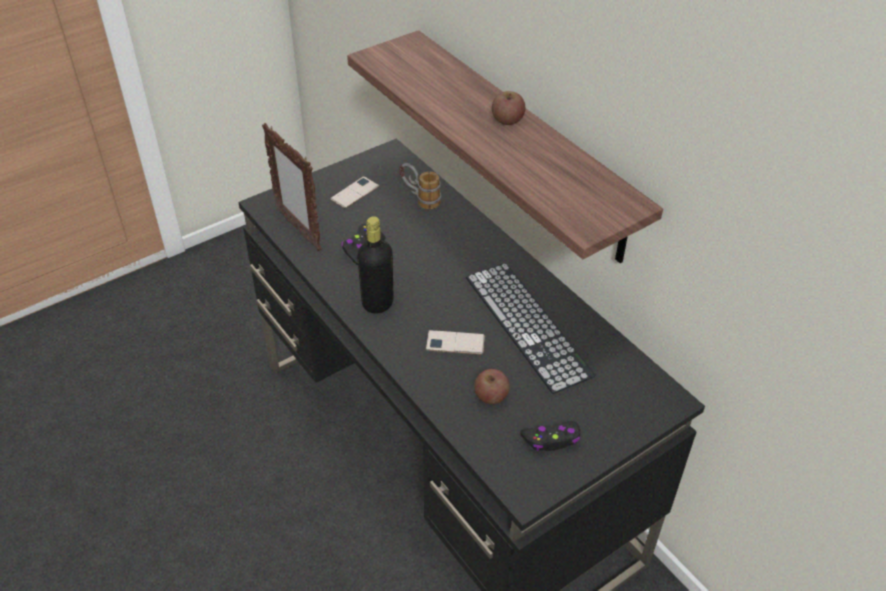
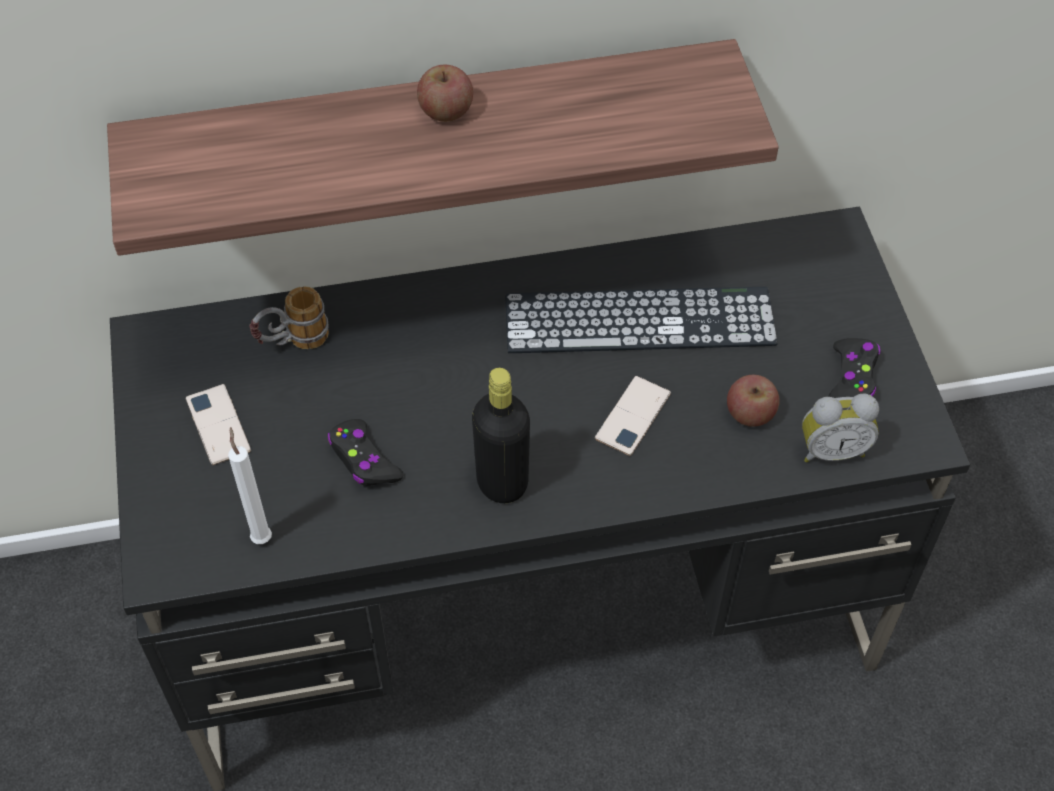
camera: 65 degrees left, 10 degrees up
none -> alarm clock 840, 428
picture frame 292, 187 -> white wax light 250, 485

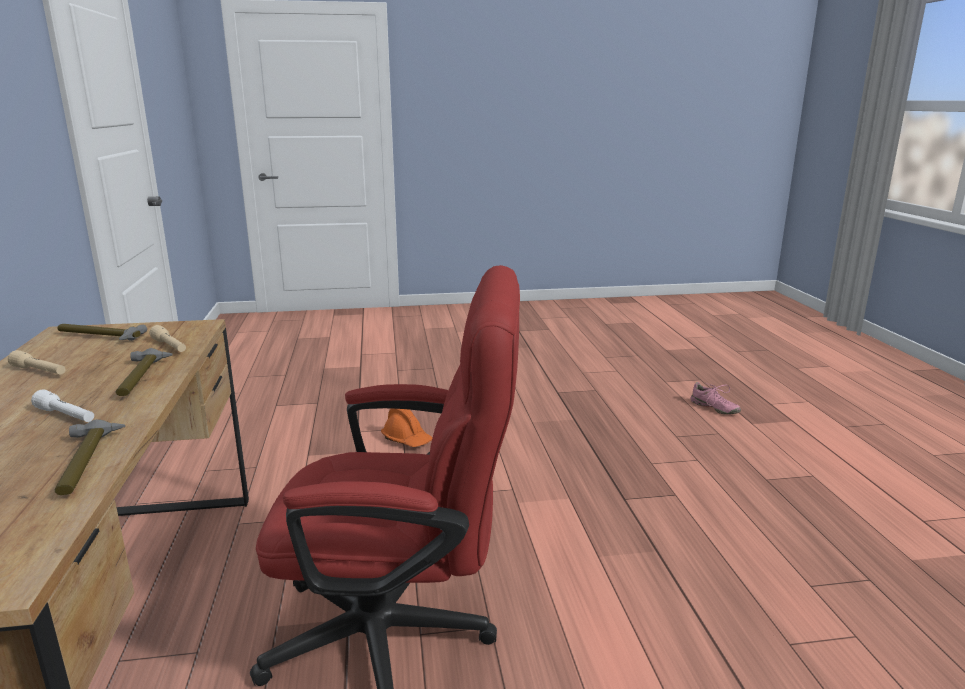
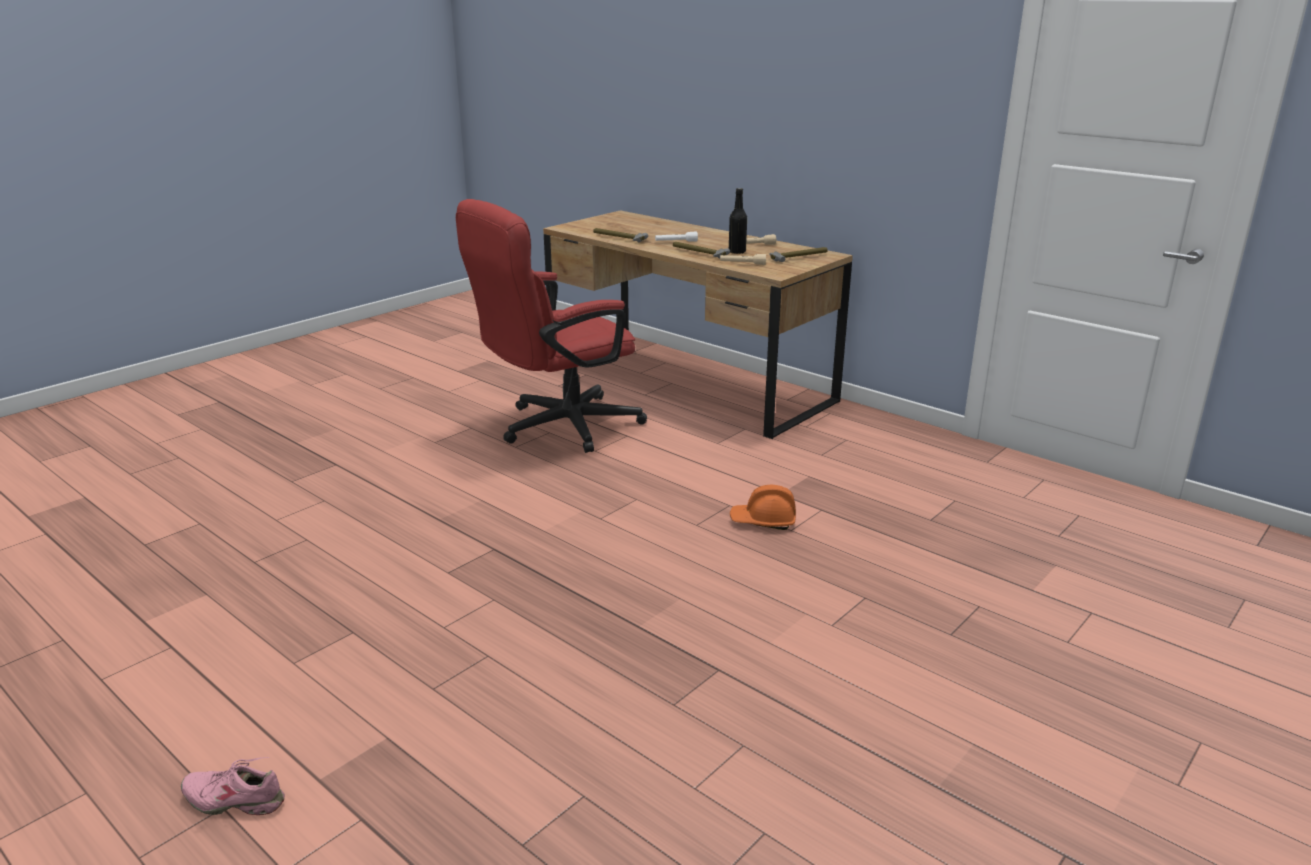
camera: 140 degrees right, 5 degrees up
none -> blackish bottle 738, 221
pink low shoe 716, 398 -> pink low shoe 233, 786, shifted

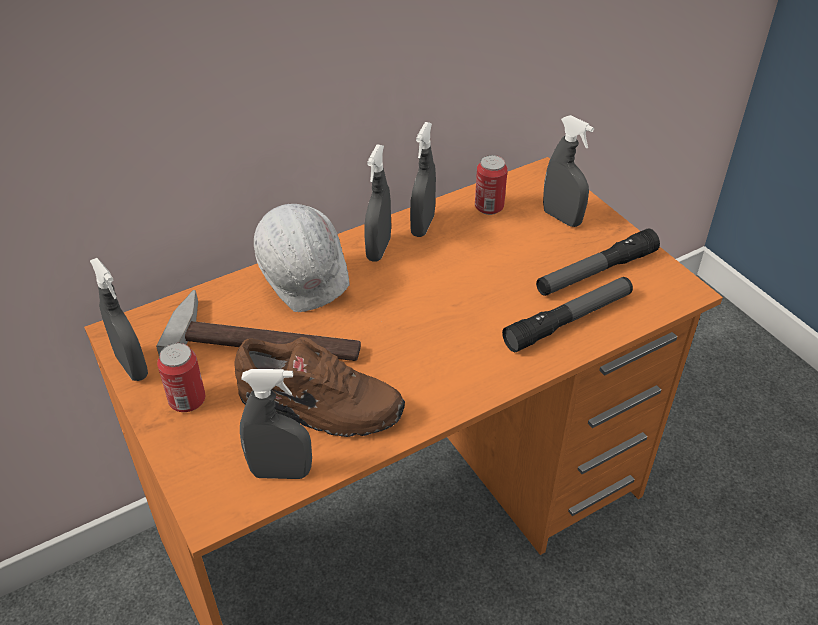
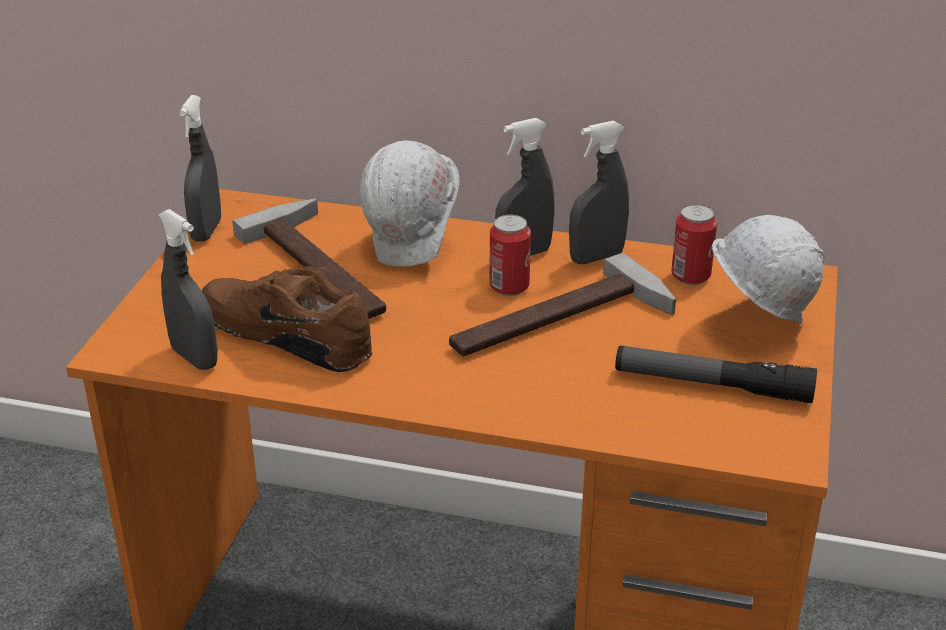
camera: 45 degrees right, 10 degrees down
torch 567, 314 -> none
none -> hand hammer 562, 304
can 181, 377 -> can 510, 255, shifted
gray spray bottle 568, 171 -> white work helmet 768, 271
brown-coloured low shoe 319, 387 -> brown-coloured low shoe 287, 319, 150 degrees clockwise

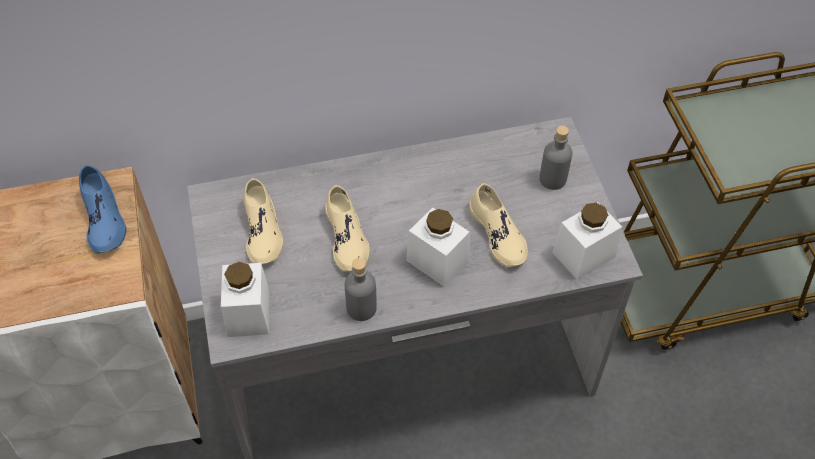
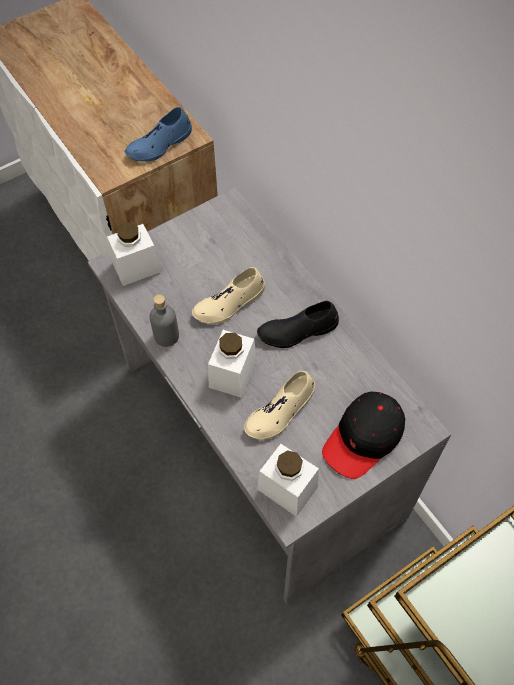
camera: 70 degrees right, 5 degrees up
beige low shoe 264, 221 -> none
none -> blackish low shoe 298, 324
gray bottle 555, 158 -> blackish cap 363, 435

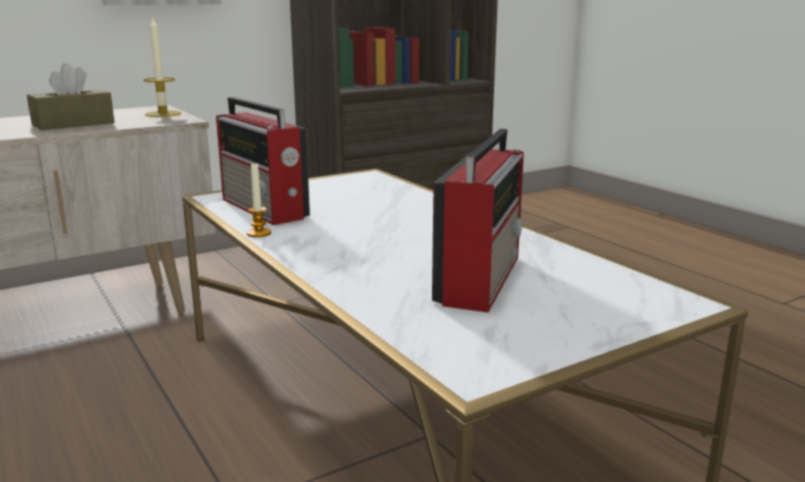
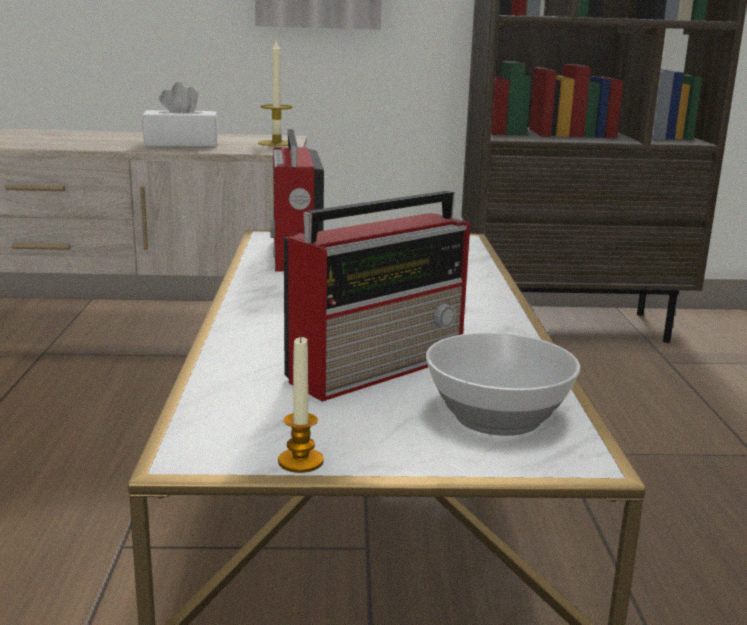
camera: 30 degrees right, 0 degrees up
none -> serving bowl 503, 384
wax light 259, 199 -> wax light 301, 404, shifted
brown-coloured tissue holder 70, 96 -> white tissue holder 180, 114

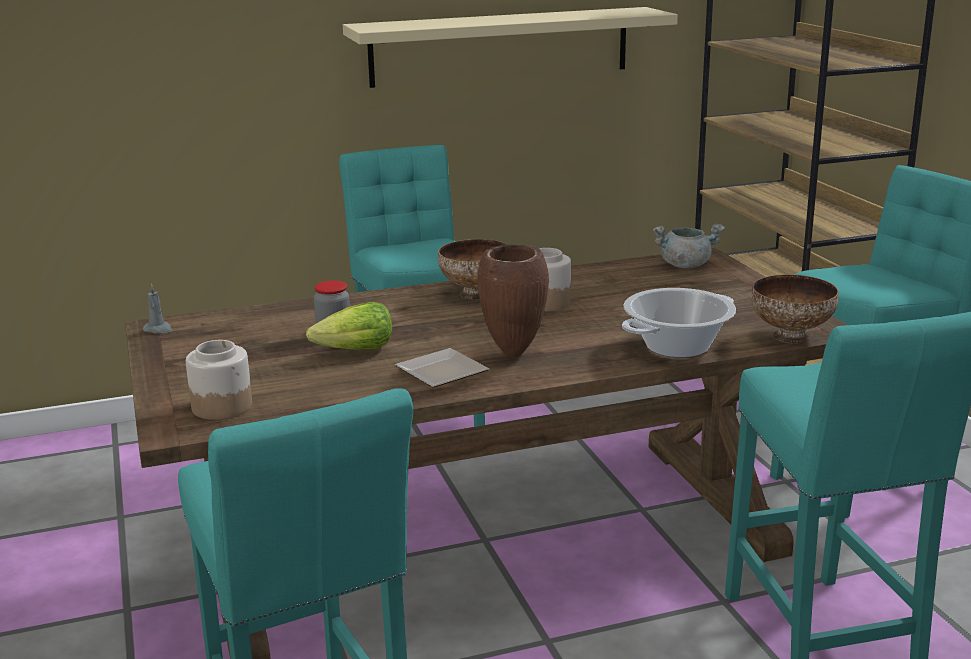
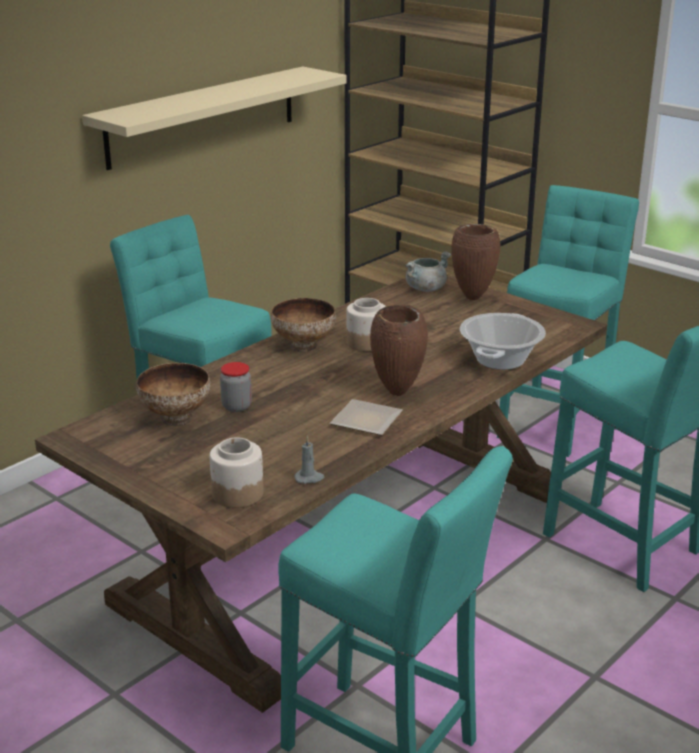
camera: 30 degrees left, 5 degrees up
lettuce 349, 326 -> none
none -> brown-coloured vase 475, 262
gray wax light 158, 308 -> gray wax light 309, 460, shifted
serving bowl 795, 309 -> serving bowl 173, 394, shifted

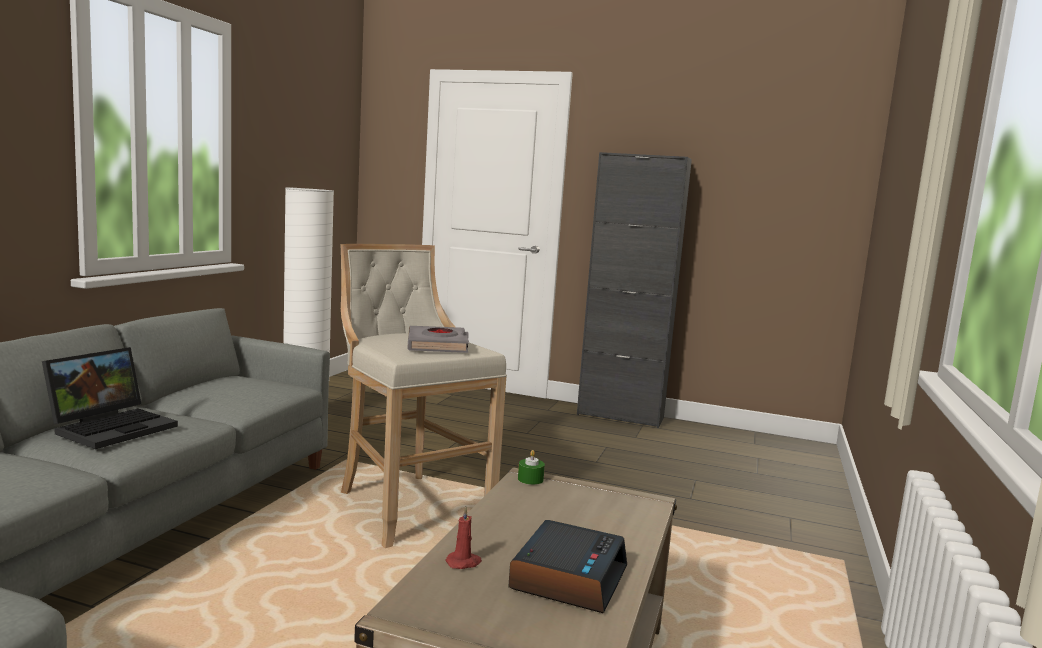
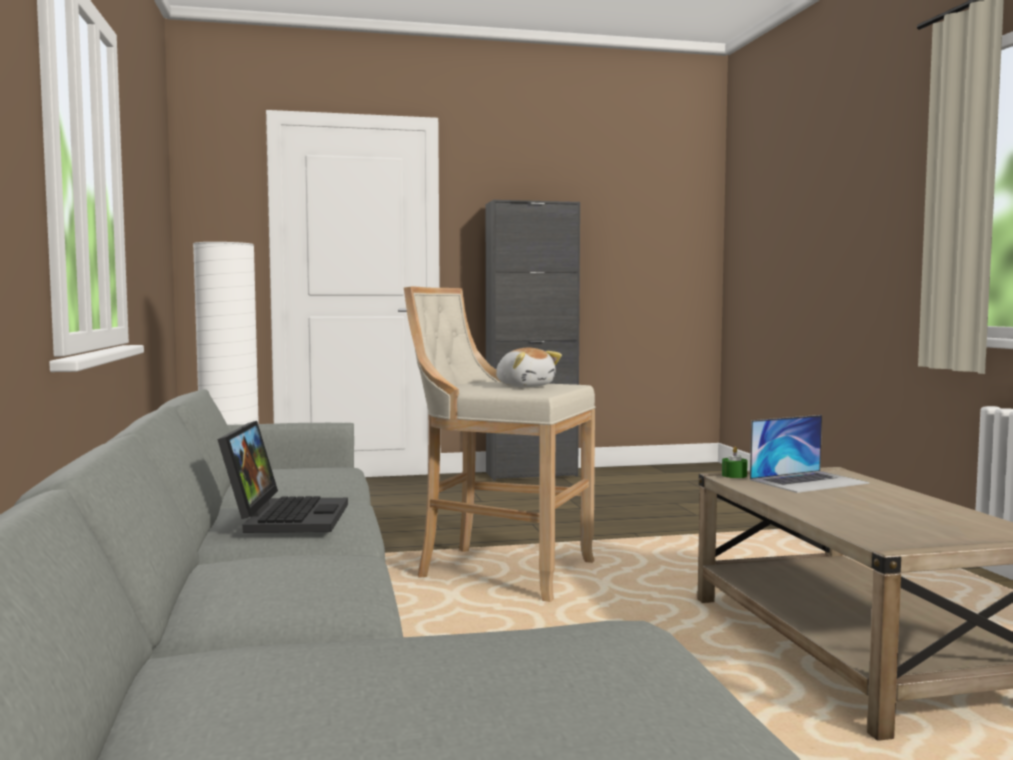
camera: 30 degrees left, 5 degrees down
red wax light 463, 538 -> none
alarm clock 567, 566 -> none
none -> laptop 810, 454
gray book 438, 339 -> plush toy 529, 367

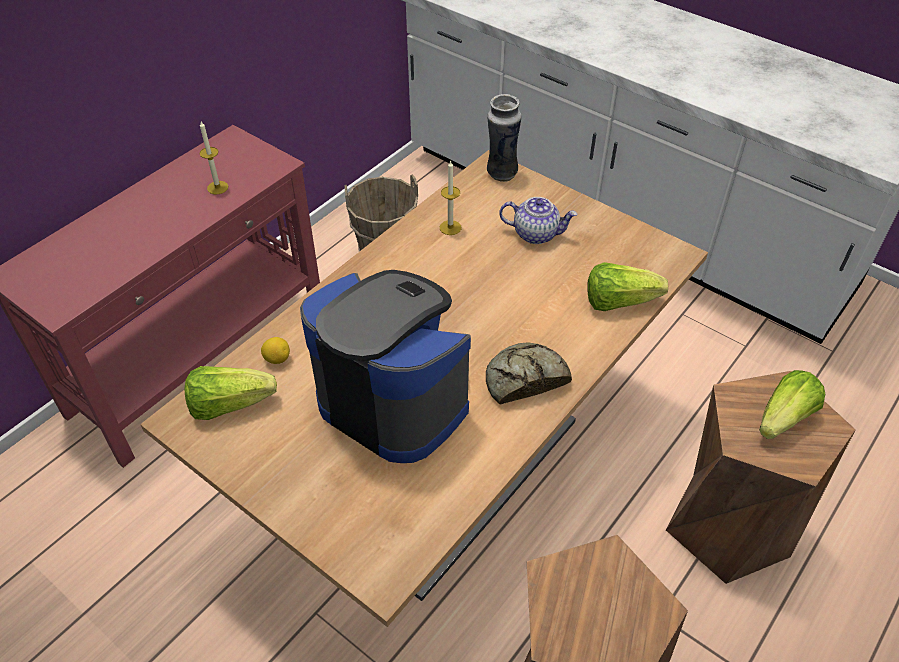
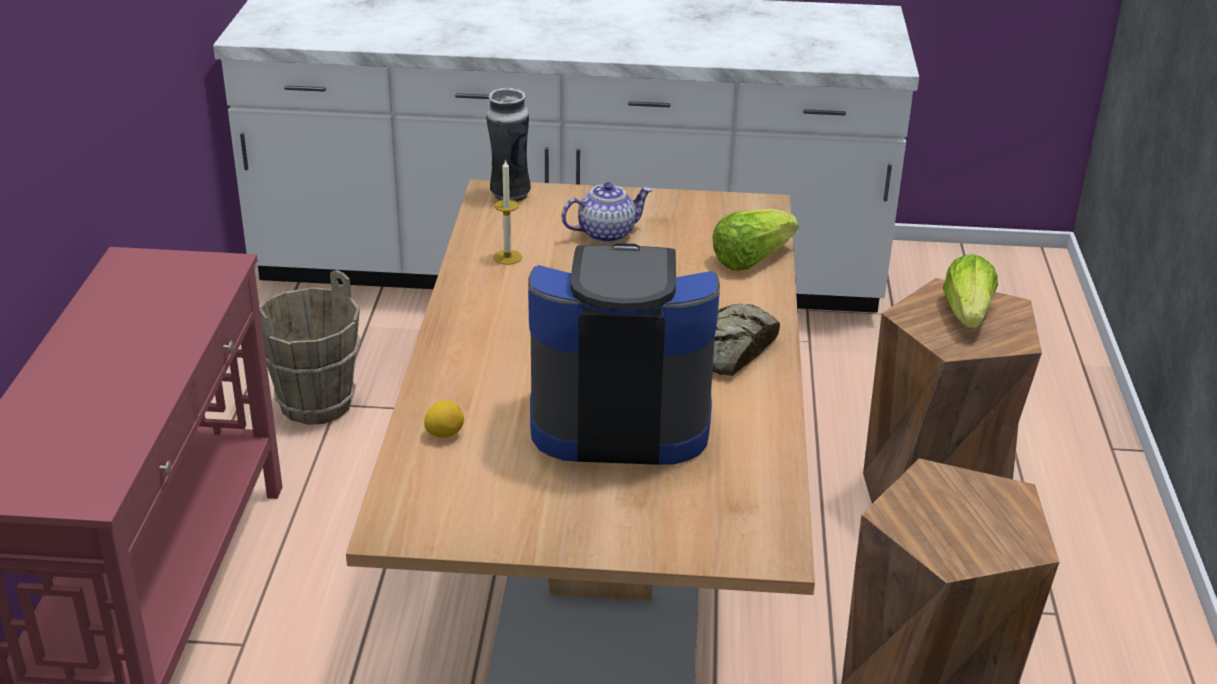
camera: 35 degrees left, 15 degrees down
lettuce 230, 393 -> none
wax light 214, 157 -> none

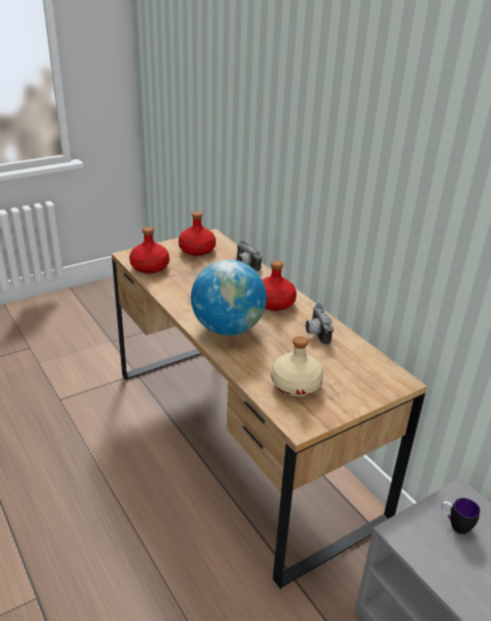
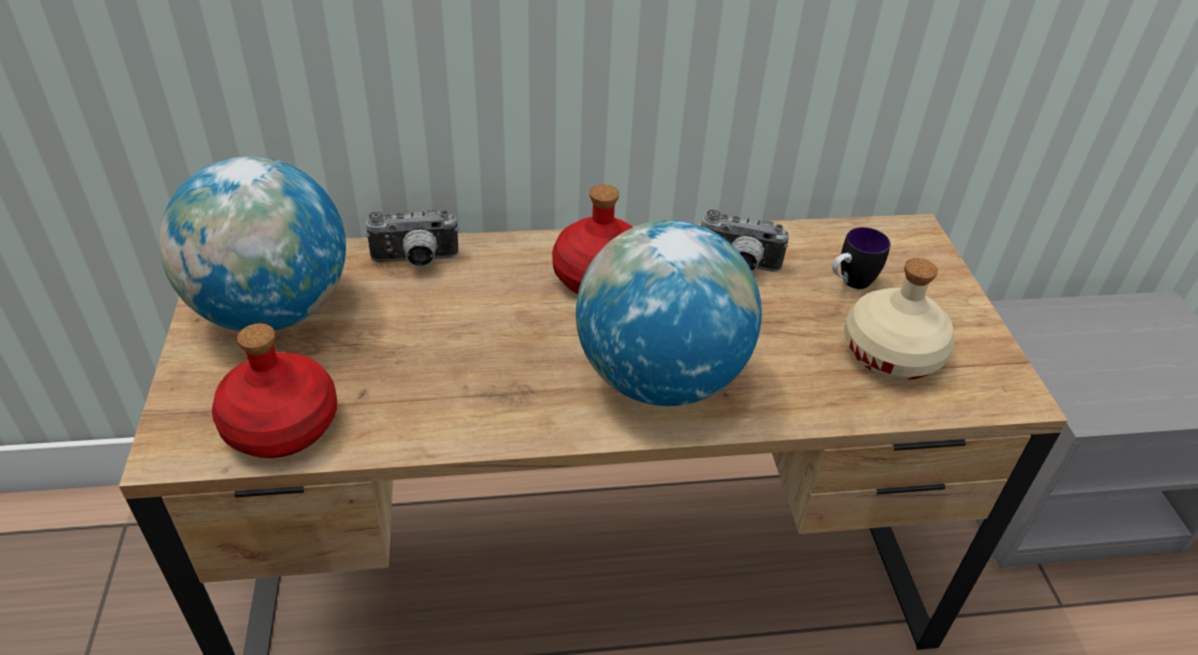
camera: 65 degrees left, 10 degrees up
mug 460, 516 -> mug 861, 258, shifted
red bottle 197, 233 -> globe 252, 243

